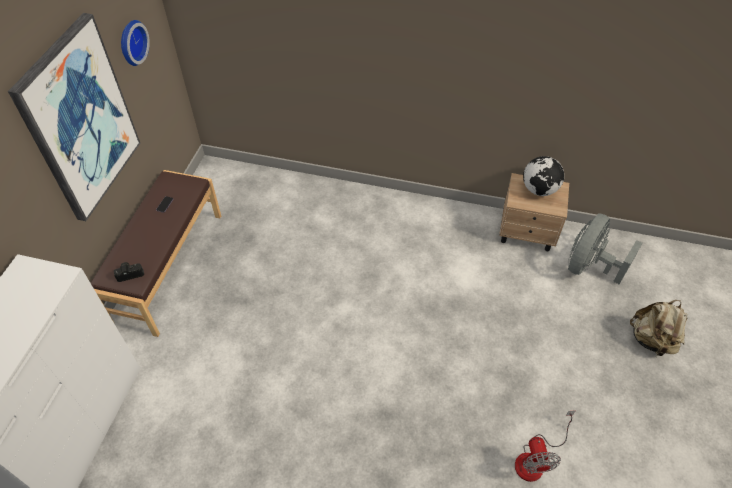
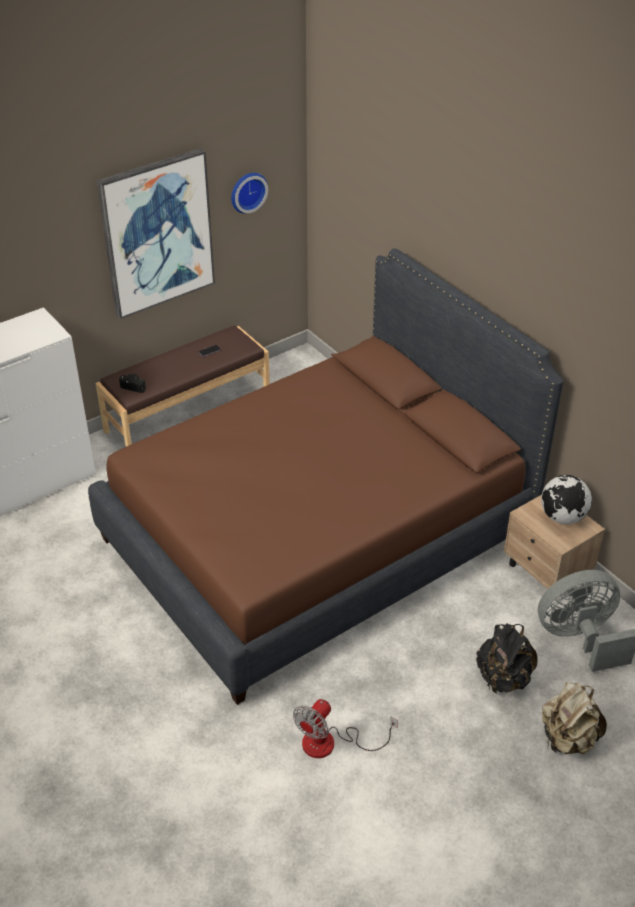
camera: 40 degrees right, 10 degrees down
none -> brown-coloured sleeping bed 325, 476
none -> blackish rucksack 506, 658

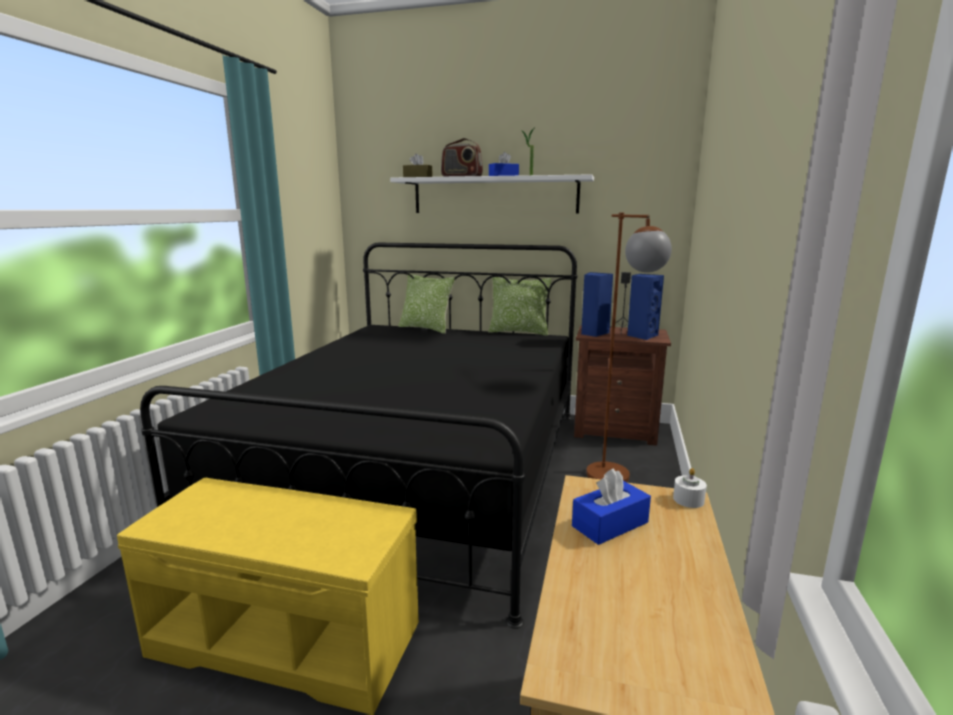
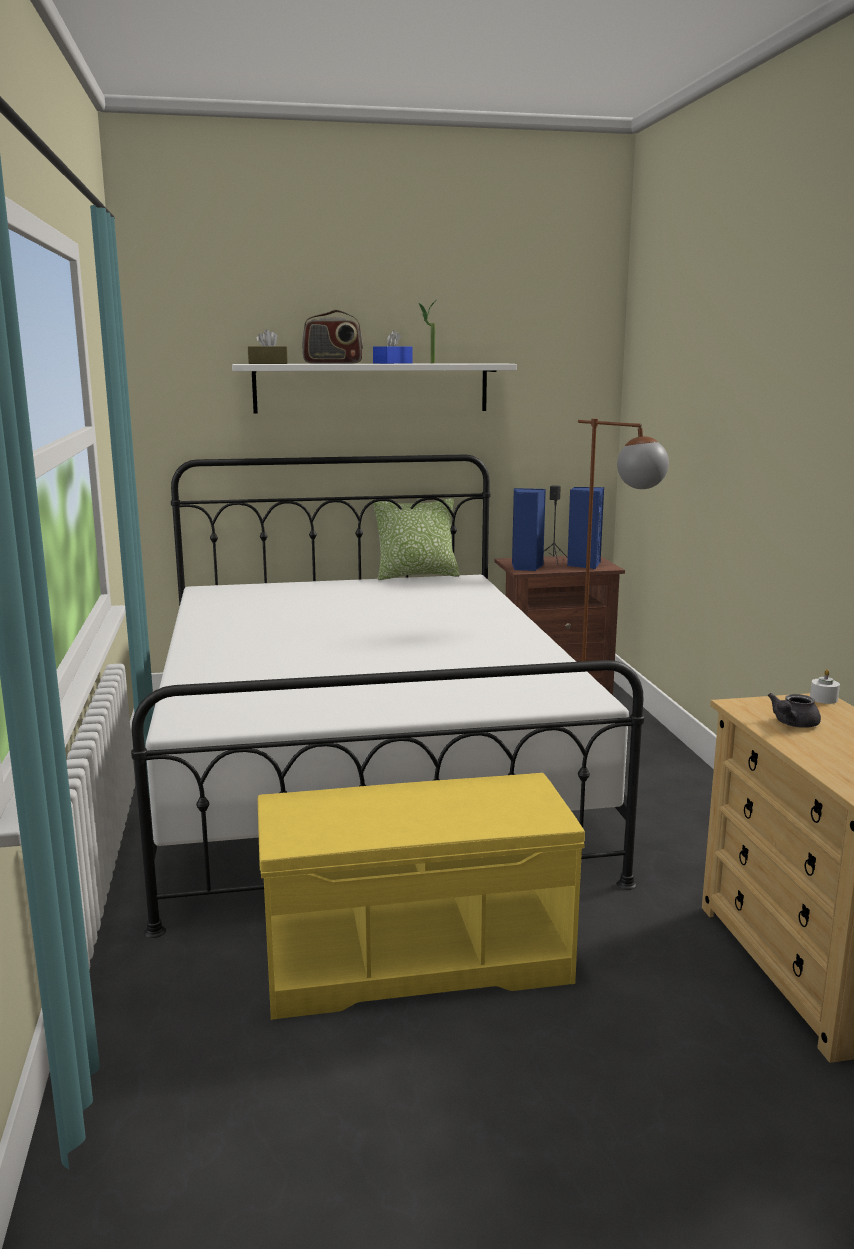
camera: 25 degrees left, 0 degrees up
pillow 426, 304 -> none
blue-coloured tissue holder 611, 506 -> gray teapot 794, 710
blackish sleeping bed 358, 436 -> white sleeping bed 387, 696

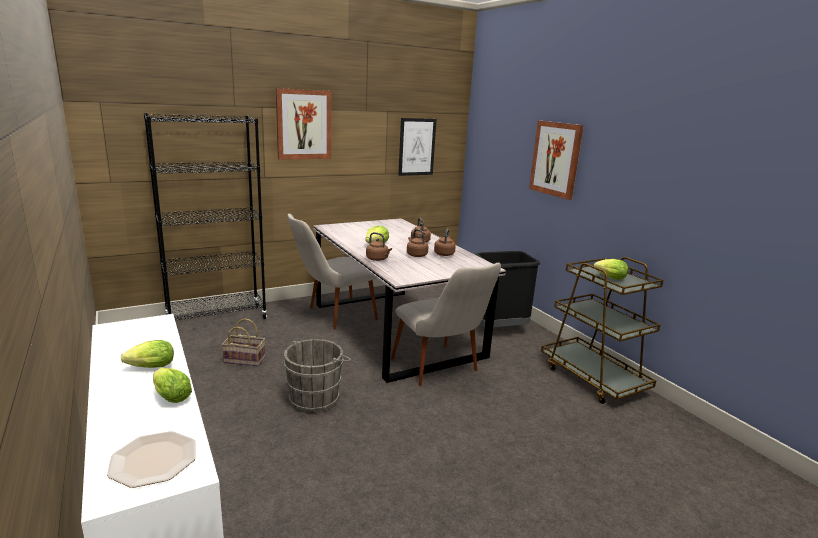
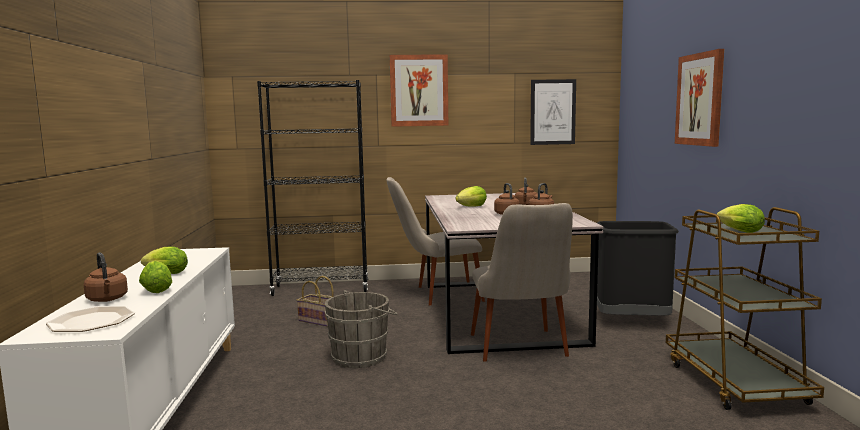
camera: 25 degrees right, 10 degrees down
brown-coloured water kettle 379, 246 -> brown-coloured water kettle 106, 277, shifted

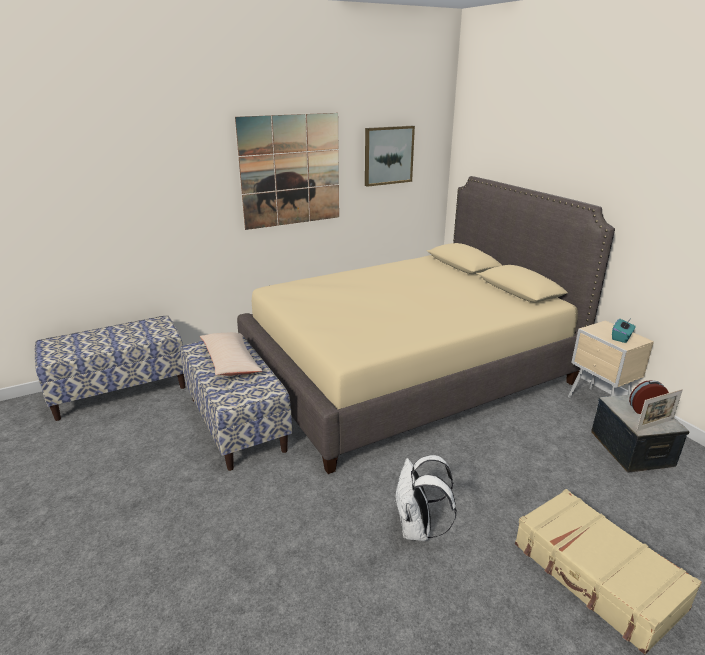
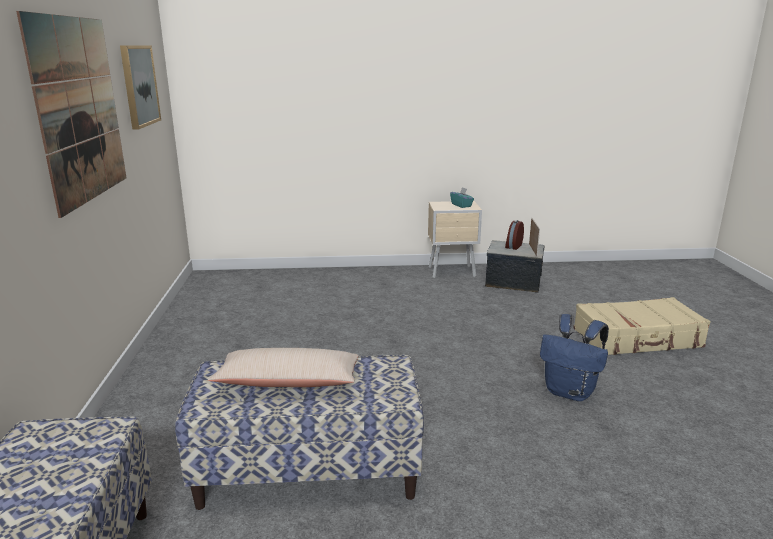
camera: 65 degrees left, 5 degrees down
beige sleeping bed 426, 325 -> none
white rucksack 426, 498 -> blue-coloured rucksack 574, 357

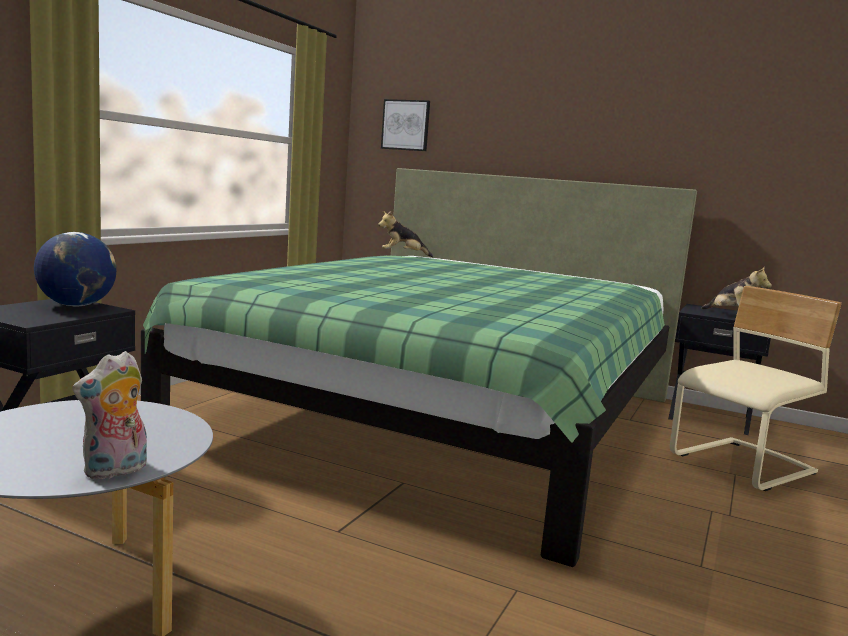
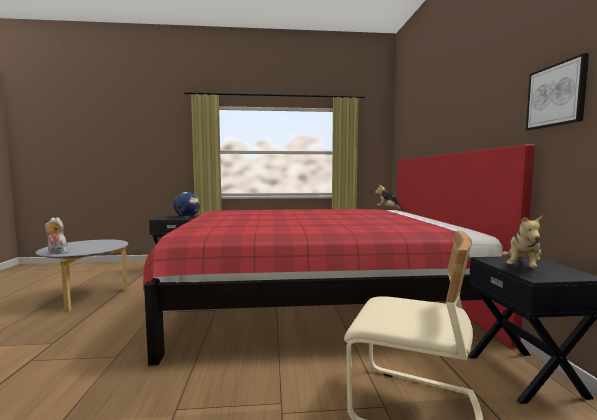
camera: 60 degrees right, 5 degrees down
picture 405, 125 -> picture 557, 91, shifted
green-coloured sleeping bed 419, 367 -> red sleeping bed 339, 255

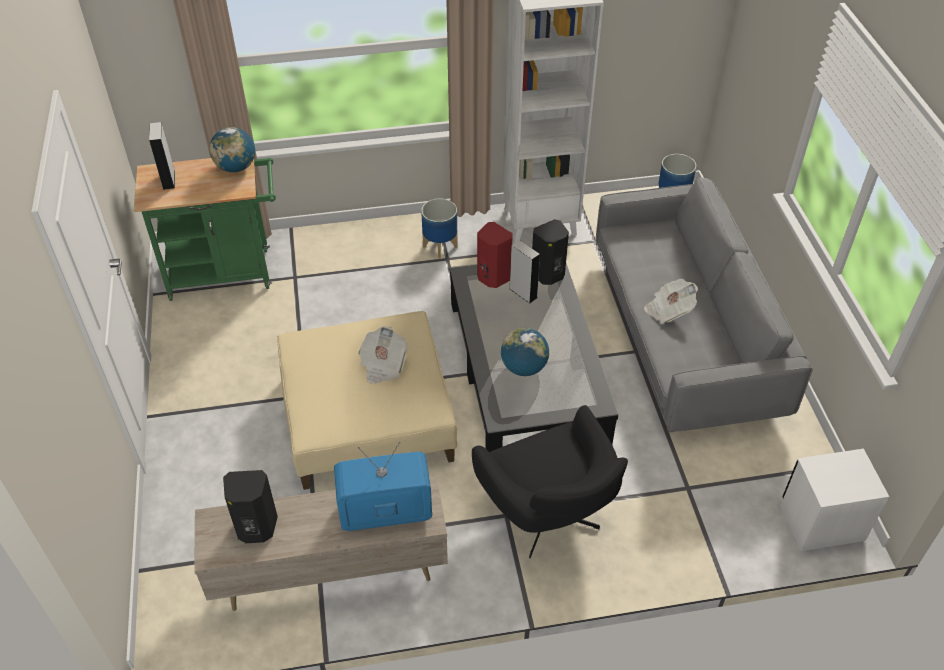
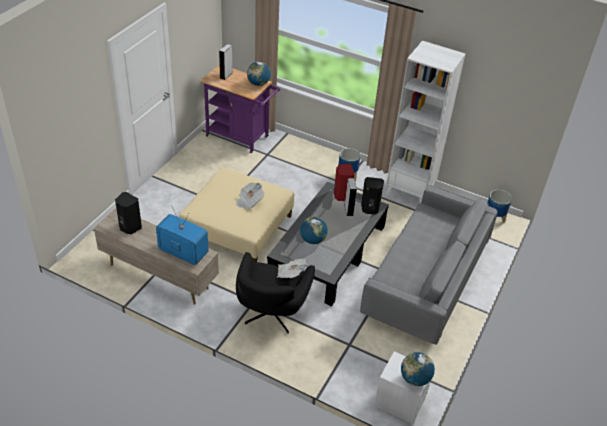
camera: 35 degrees right, 5 degrees down
none -> globe 418, 369
newspaper 671, 301 -> newspaper 292, 268, shifted
green-coloured wheeled cart 205, 229 -> purple wheeled cart 240, 108

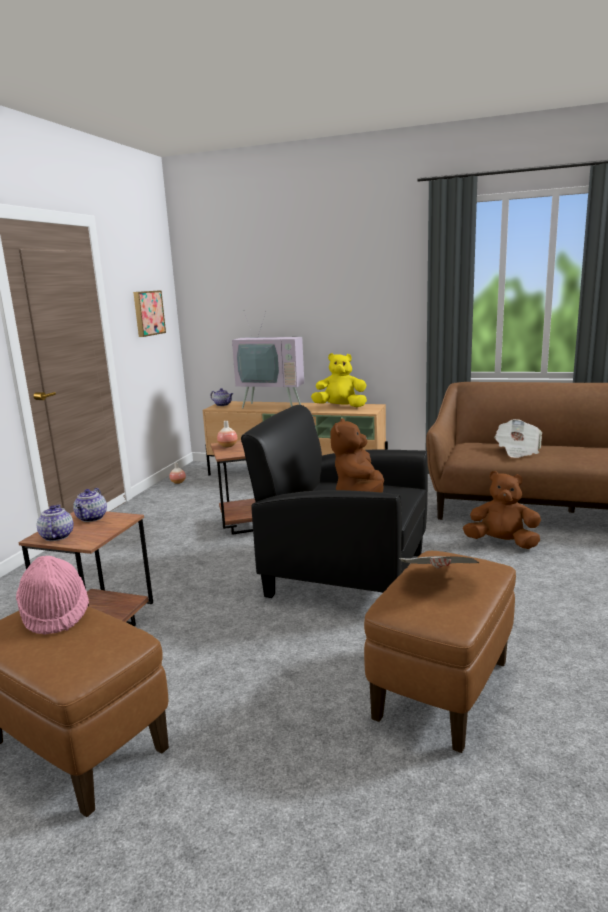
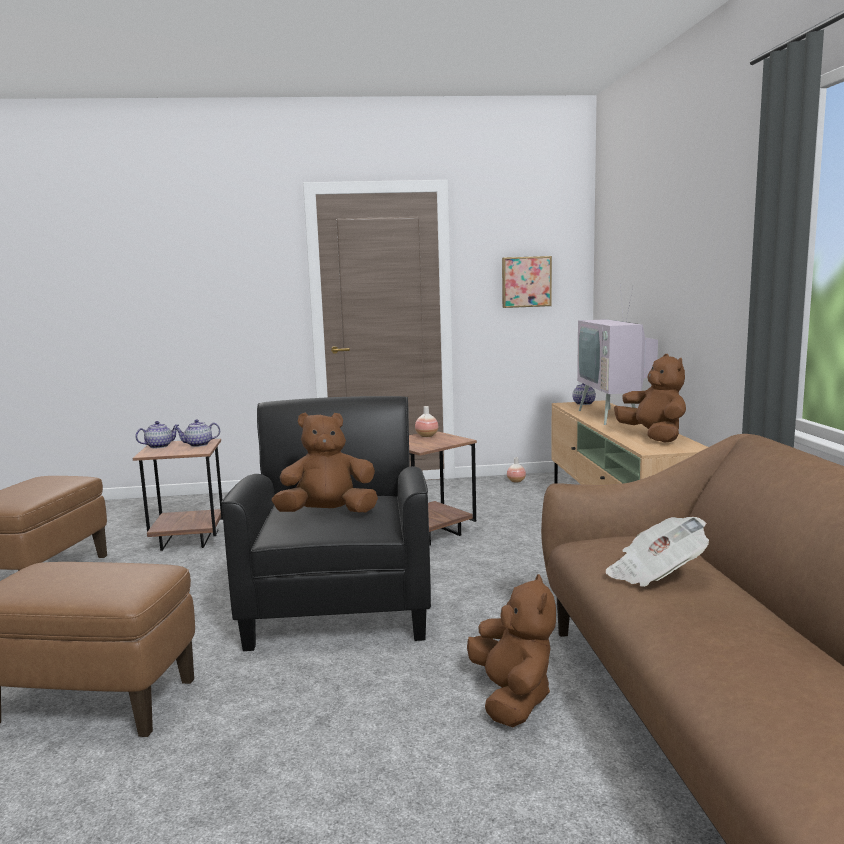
camera: 65 degrees right, 5 degrees down
pink hat 52, 595 -> none
newspaper 439, 562 -> none
yellowish plush toy 339, 380 -> brown-coloured plush toy 650, 398

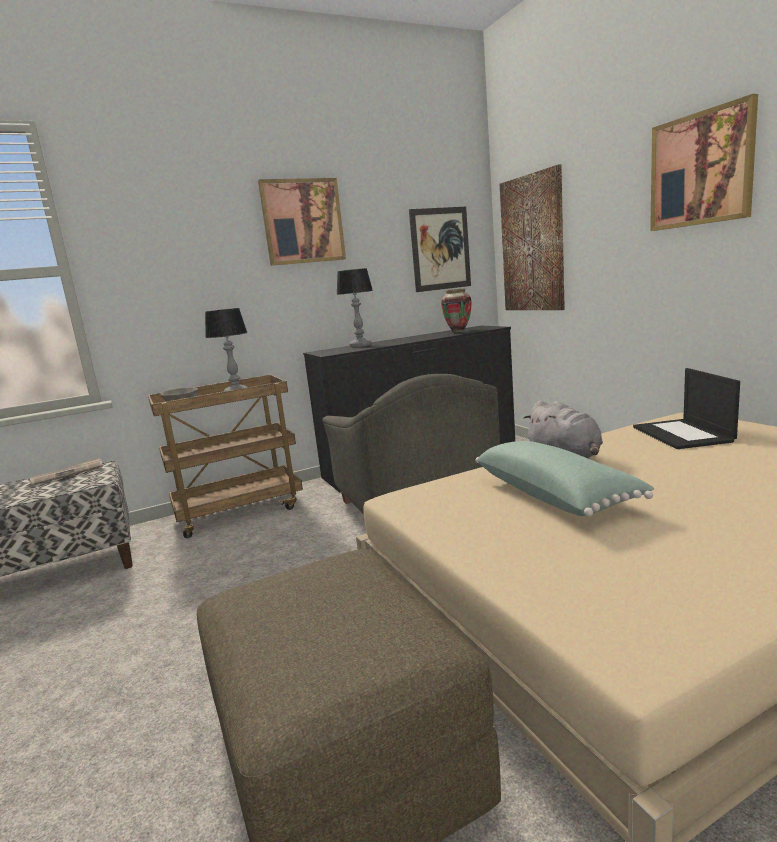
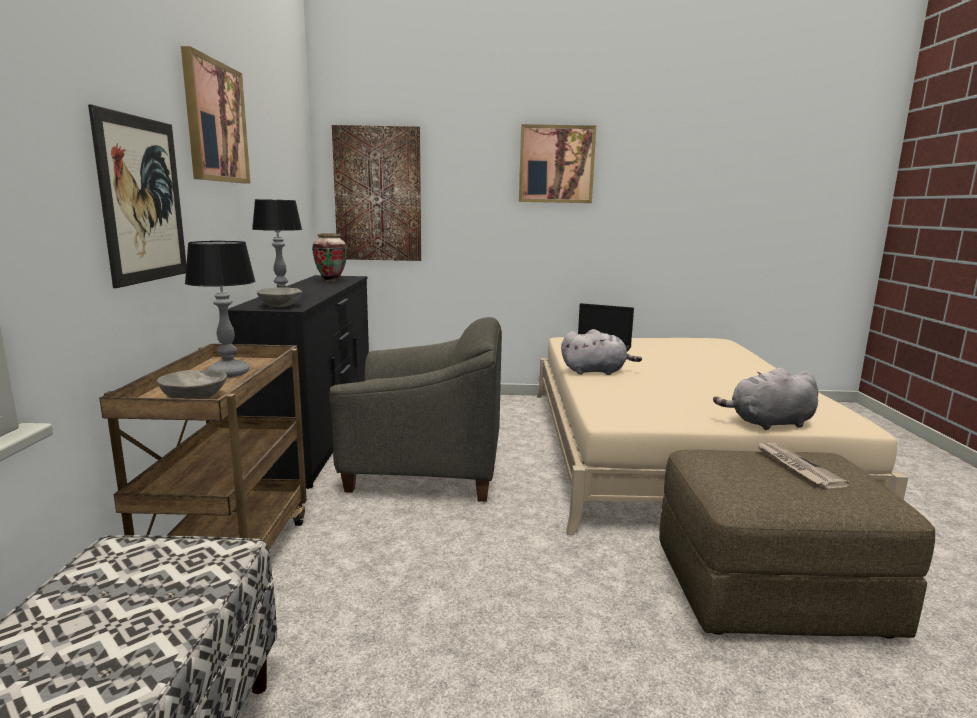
camera: 65 degrees left, 0 degrees up
green-coloured pillow 565, 478 -> none
none -> gray serving bowl 279, 297
none -> gray plush toy 765, 399
newspaper 65, 471 -> newspaper 804, 466, shifted
picture 440, 249 -> picture 137, 196, shifted

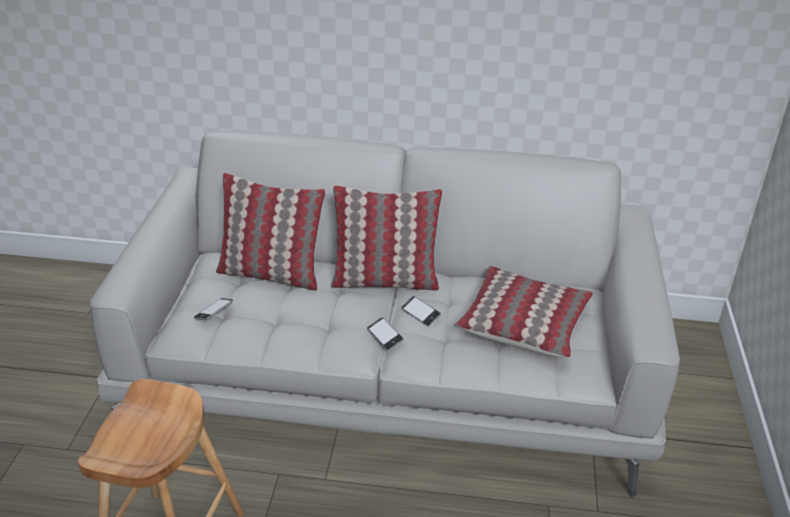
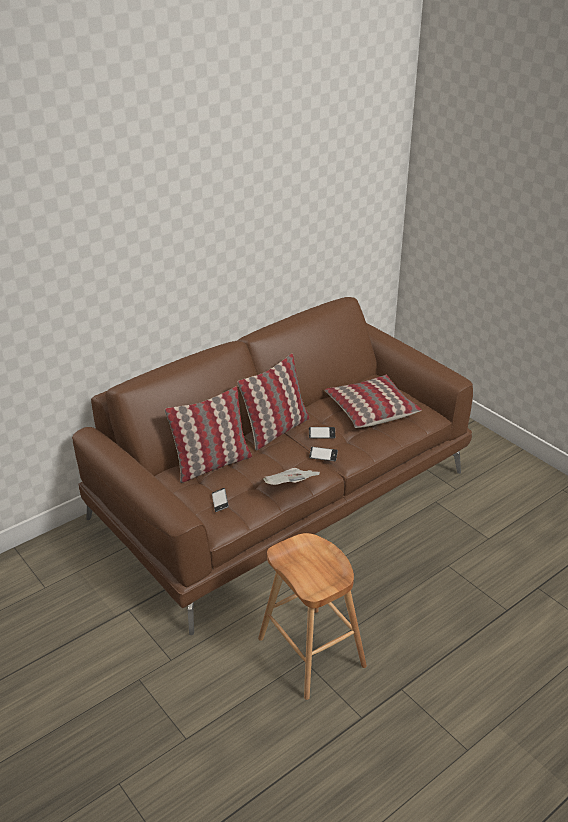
camera: 45 degrees left, 0 degrees up
none -> newspaper 291, 476
gray couch 385, 314 -> brown-coloured couch 272, 466

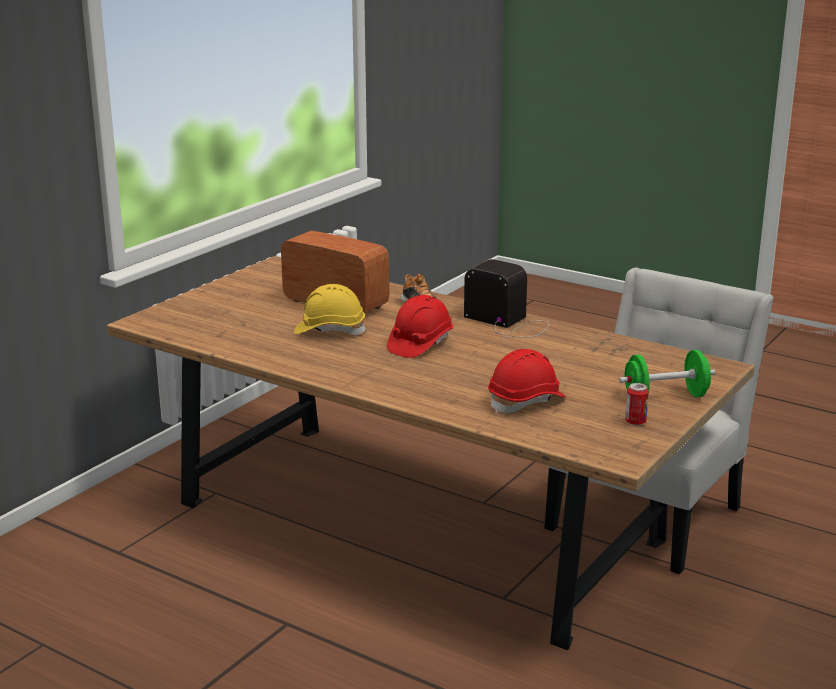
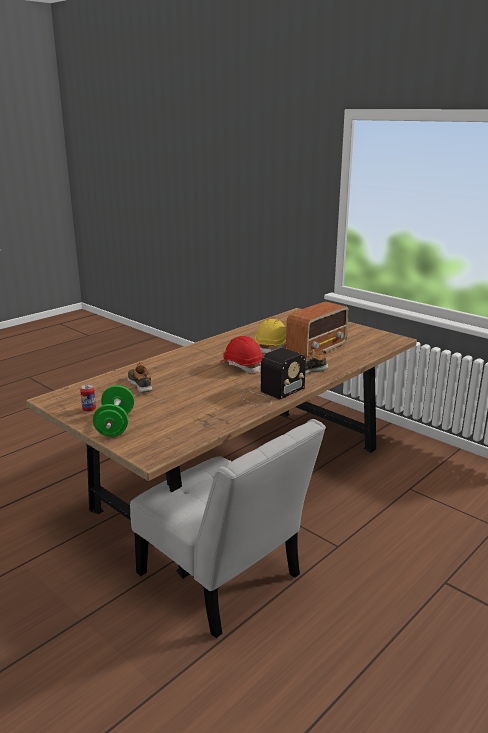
camera: 100 degrees right, 0 degrees up
red work helmet 527, 381 -> low shoe 140, 377

